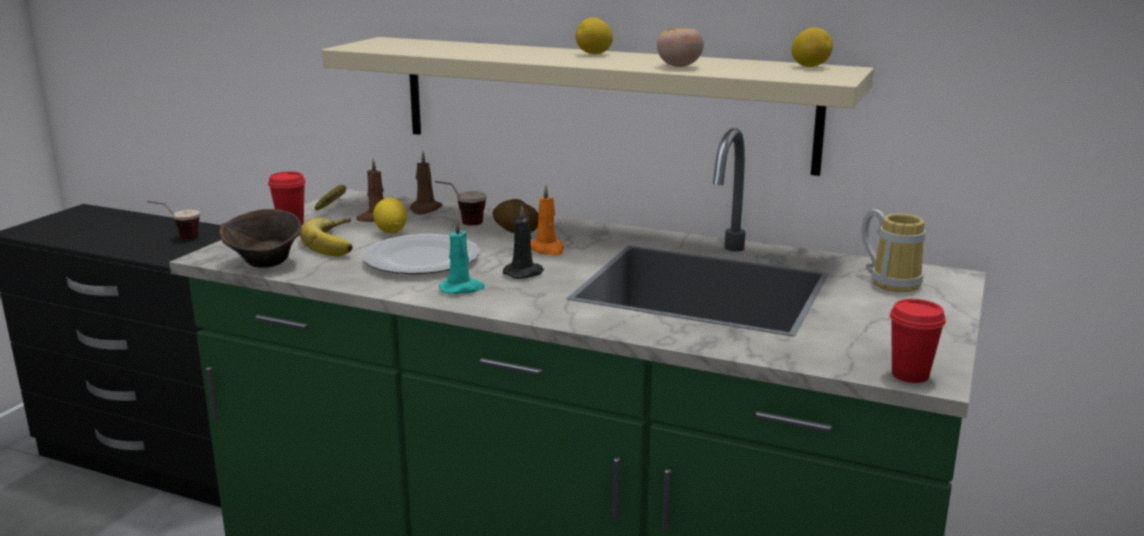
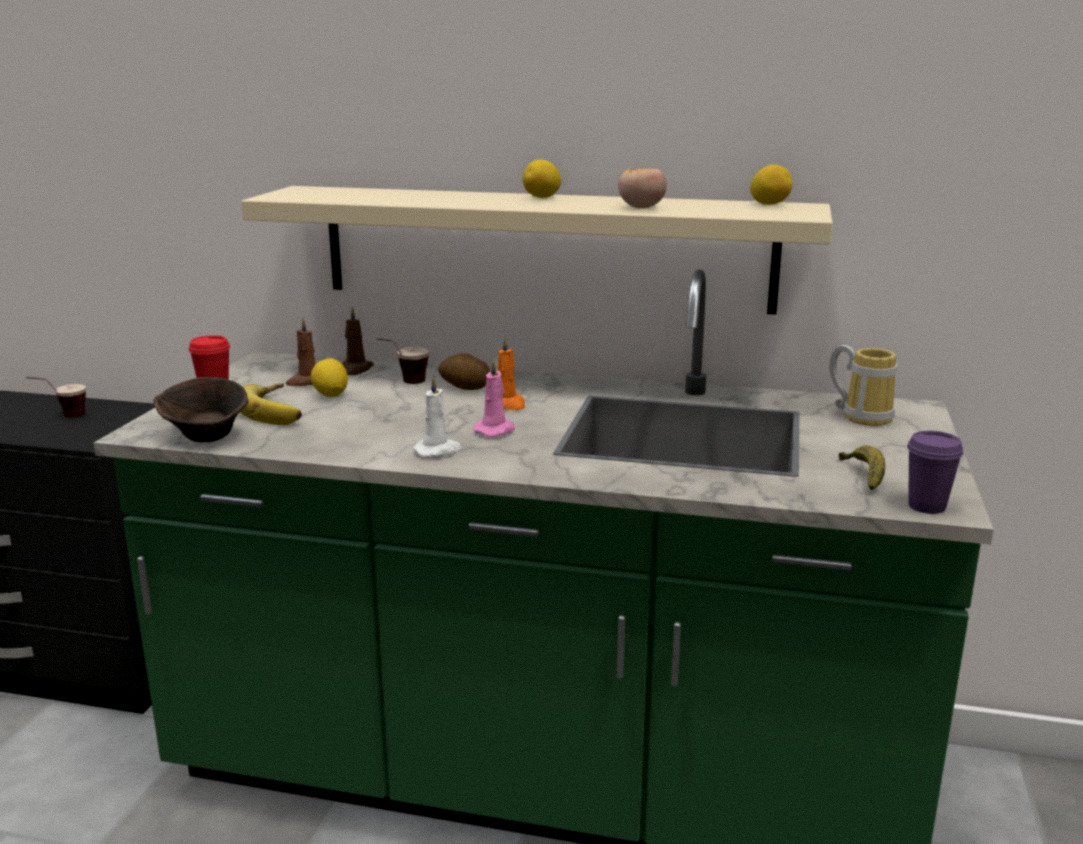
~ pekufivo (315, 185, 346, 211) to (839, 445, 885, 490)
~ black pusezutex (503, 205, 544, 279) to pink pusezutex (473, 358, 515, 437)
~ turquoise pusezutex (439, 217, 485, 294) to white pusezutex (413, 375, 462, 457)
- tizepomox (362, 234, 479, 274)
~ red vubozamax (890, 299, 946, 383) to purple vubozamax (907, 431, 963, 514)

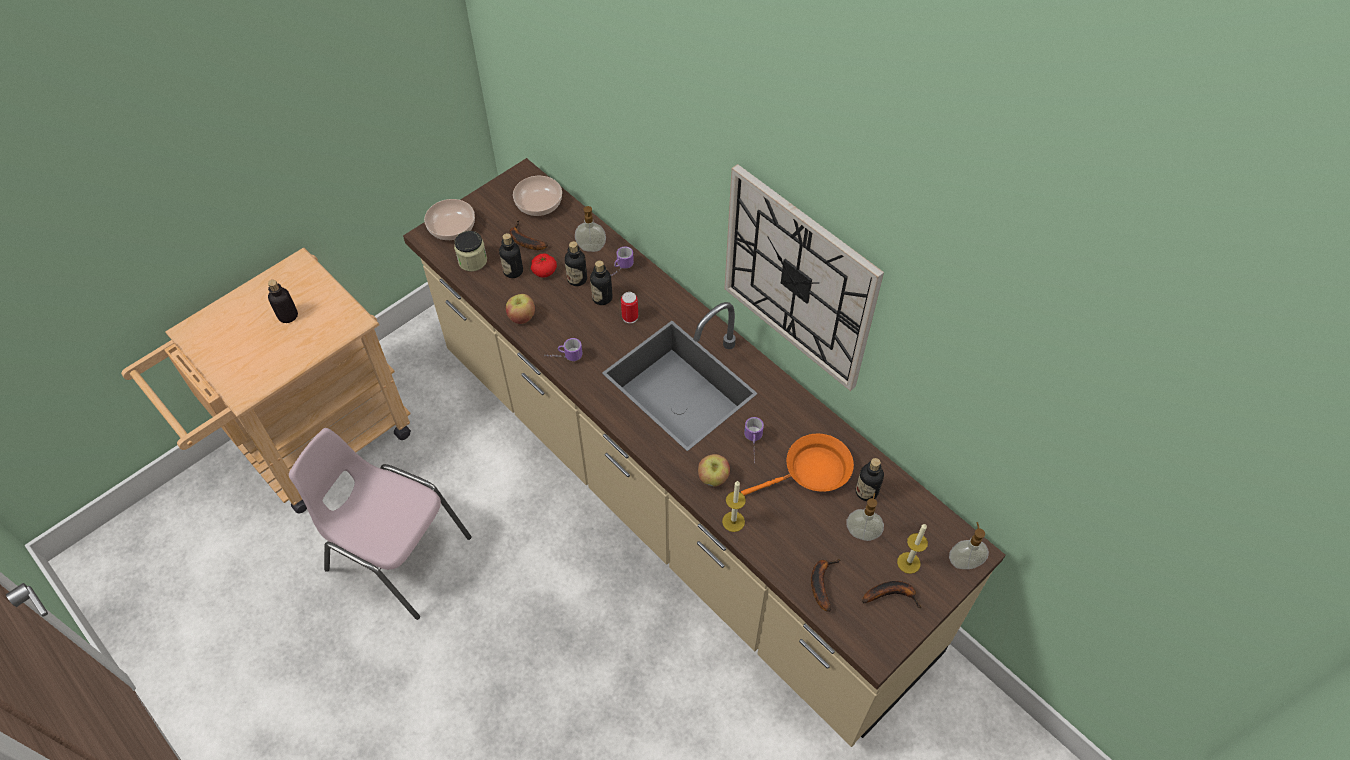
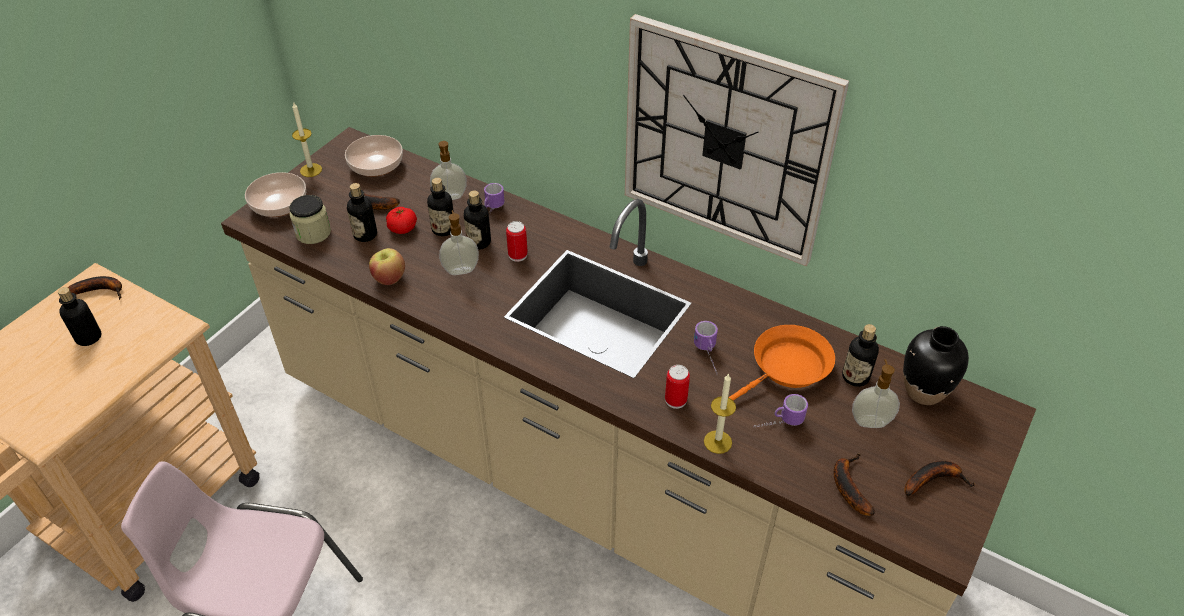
~ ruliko (544, 338, 582, 361) to (753, 394, 808, 428)
~ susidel (698, 454, 730, 487) to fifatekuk (665, 365, 690, 409)
~ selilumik (949, 522, 989, 569) to (439, 210, 479, 275)
~ pusezutex (897, 524, 928, 574) to (292, 103, 322, 177)
+ pekufivo (68, 276, 122, 300)
+ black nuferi (903, 326, 969, 405)

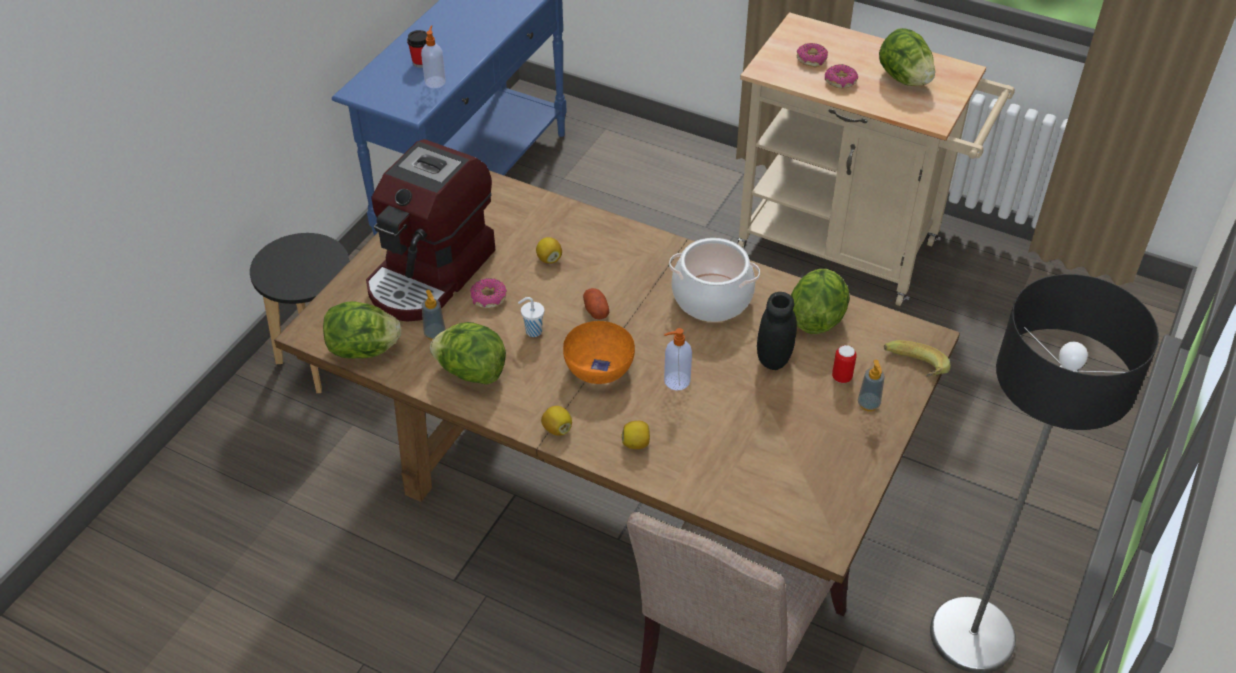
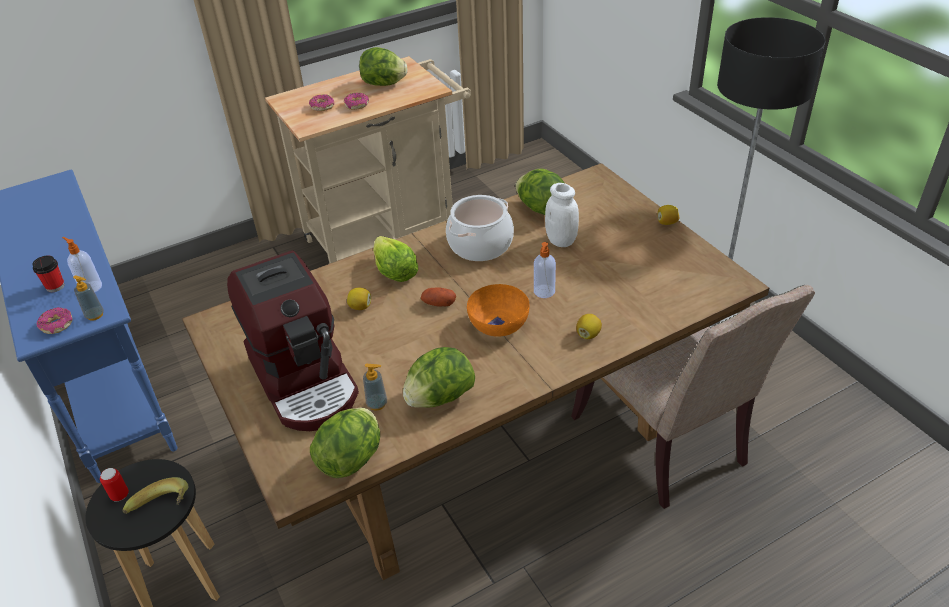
~ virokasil (470, 279, 507, 308) to (37, 307, 73, 334)
~ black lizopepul (757, 292, 797, 370) to white lizopepul (545, 183, 579, 247)
- white vubozamax (518, 297, 544, 337)
~ pekufivo (884, 340, 951, 377) to (123, 477, 188, 514)
~ fifatekuk (832, 345, 857, 383) to (100, 468, 129, 502)
~ selilumik (858, 360, 885, 411) to (73, 275, 104, 321)
~ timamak (541, 406, 572, 436) to (658, 205, 679, 225)
+ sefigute (373, 236, 418, 282)

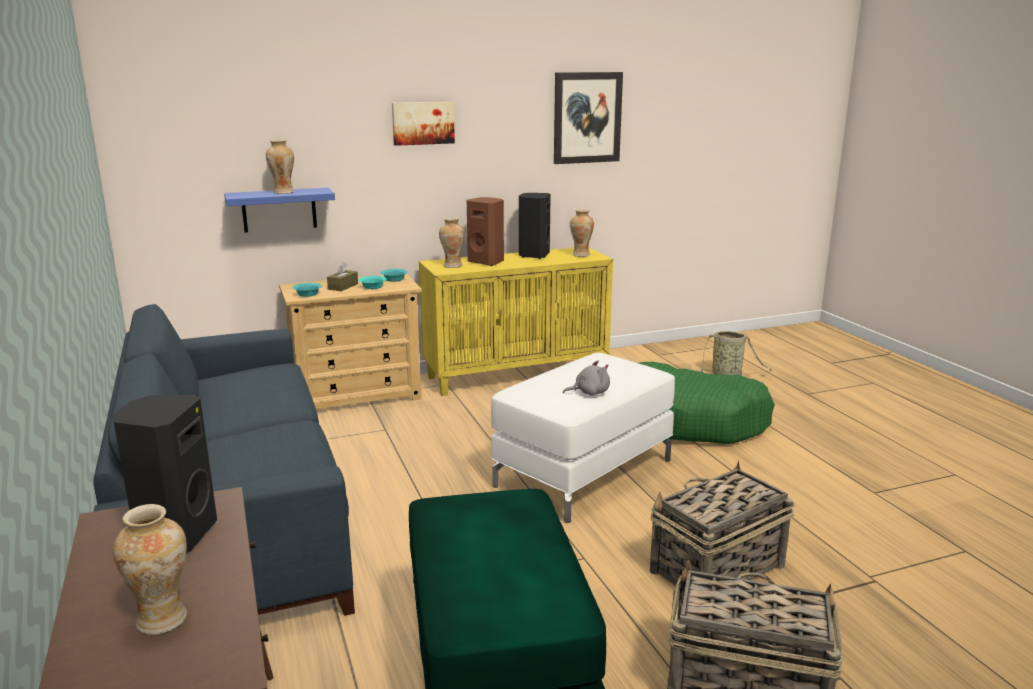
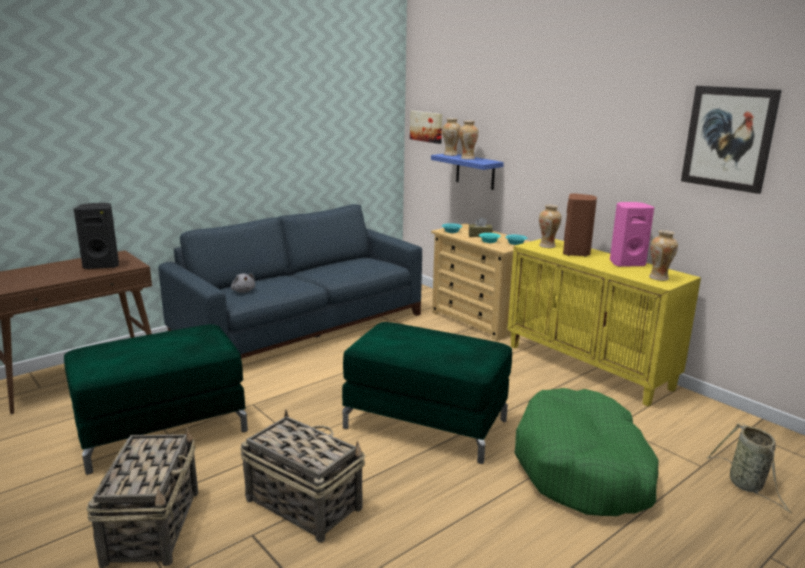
~ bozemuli (392, 102, 455, 146) to (410, 111, 442, 144)
~ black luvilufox (519, 193, 551, 259) to pink luvilufox (610, 202, 654, 267)
~ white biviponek (491, 353, 675, 523) to green biviponek (342, 322, 512, 464)
~ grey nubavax (563, 360, 610, 395) to (231, 273, 255, 293)
~ nuferi (113, 504, 187, 635) to (442, 118, 461, 156)

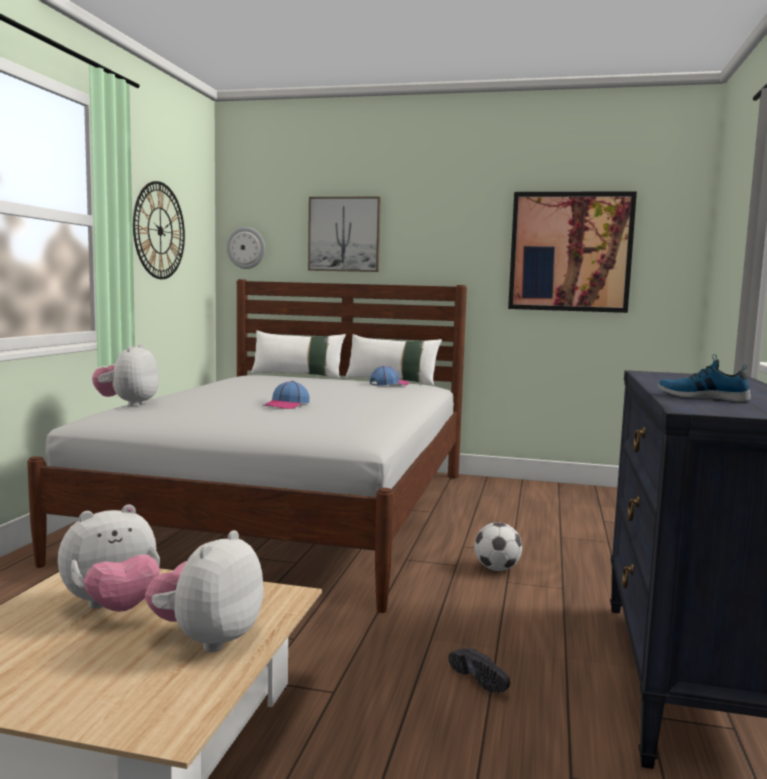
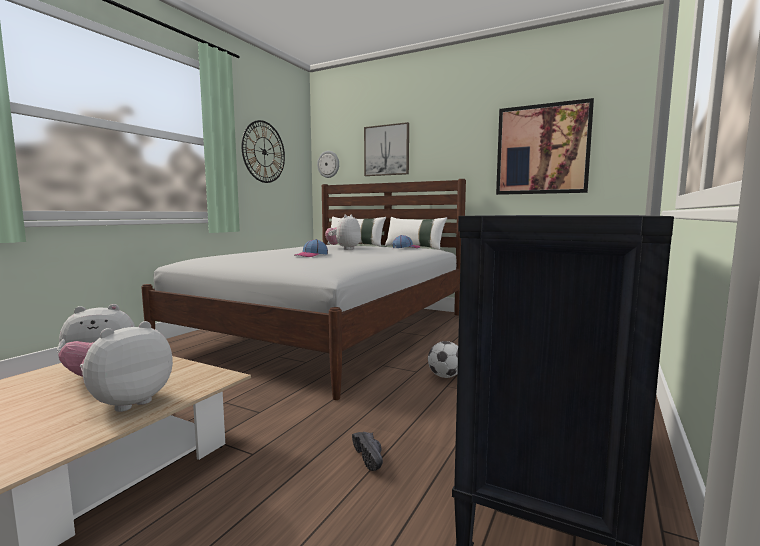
~ nubavax (92, 344, 159, 407) to (325, 215, 361, 250)
- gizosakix (658, 354, 751, 402)

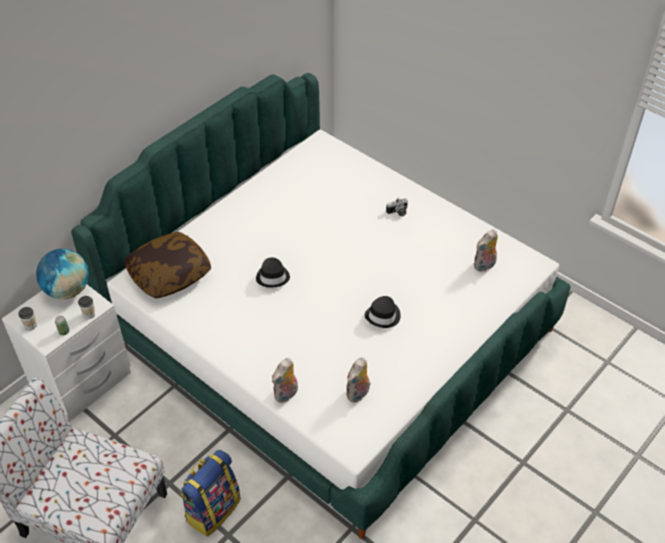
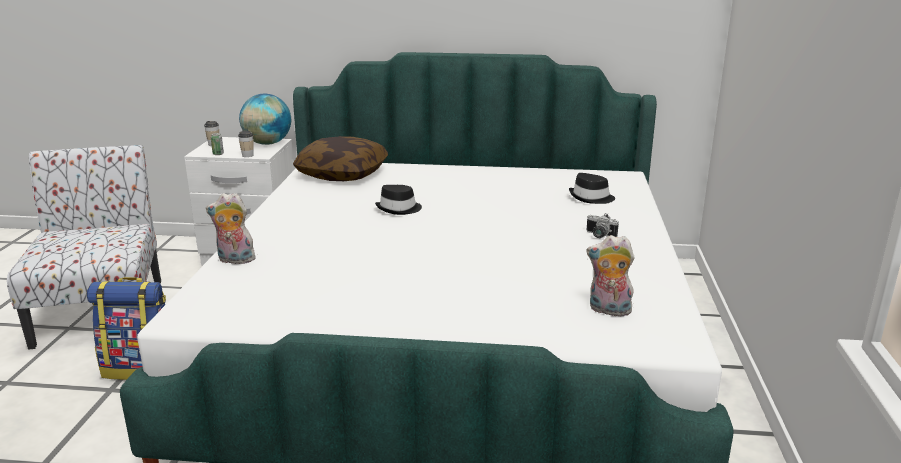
~ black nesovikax (364, 296, 401, 328) to (569, 173, 615, 204)
- nubavax (346, 357, 371, 403)

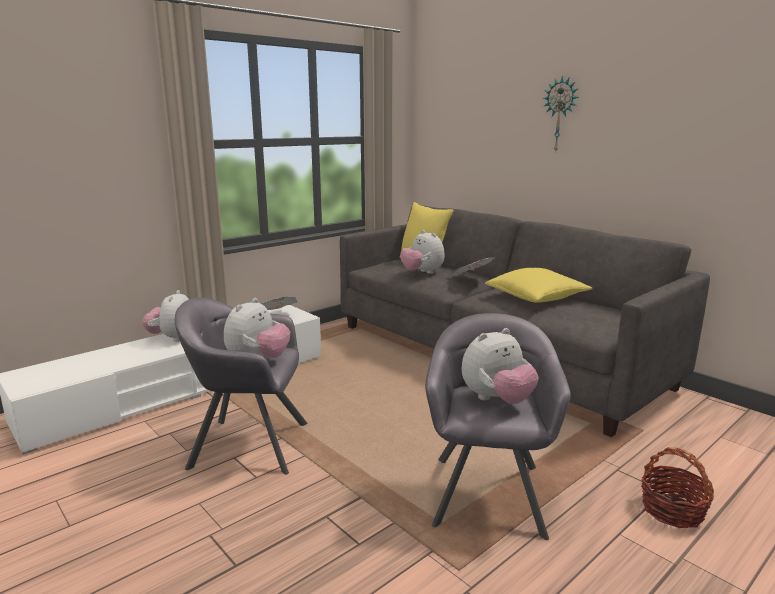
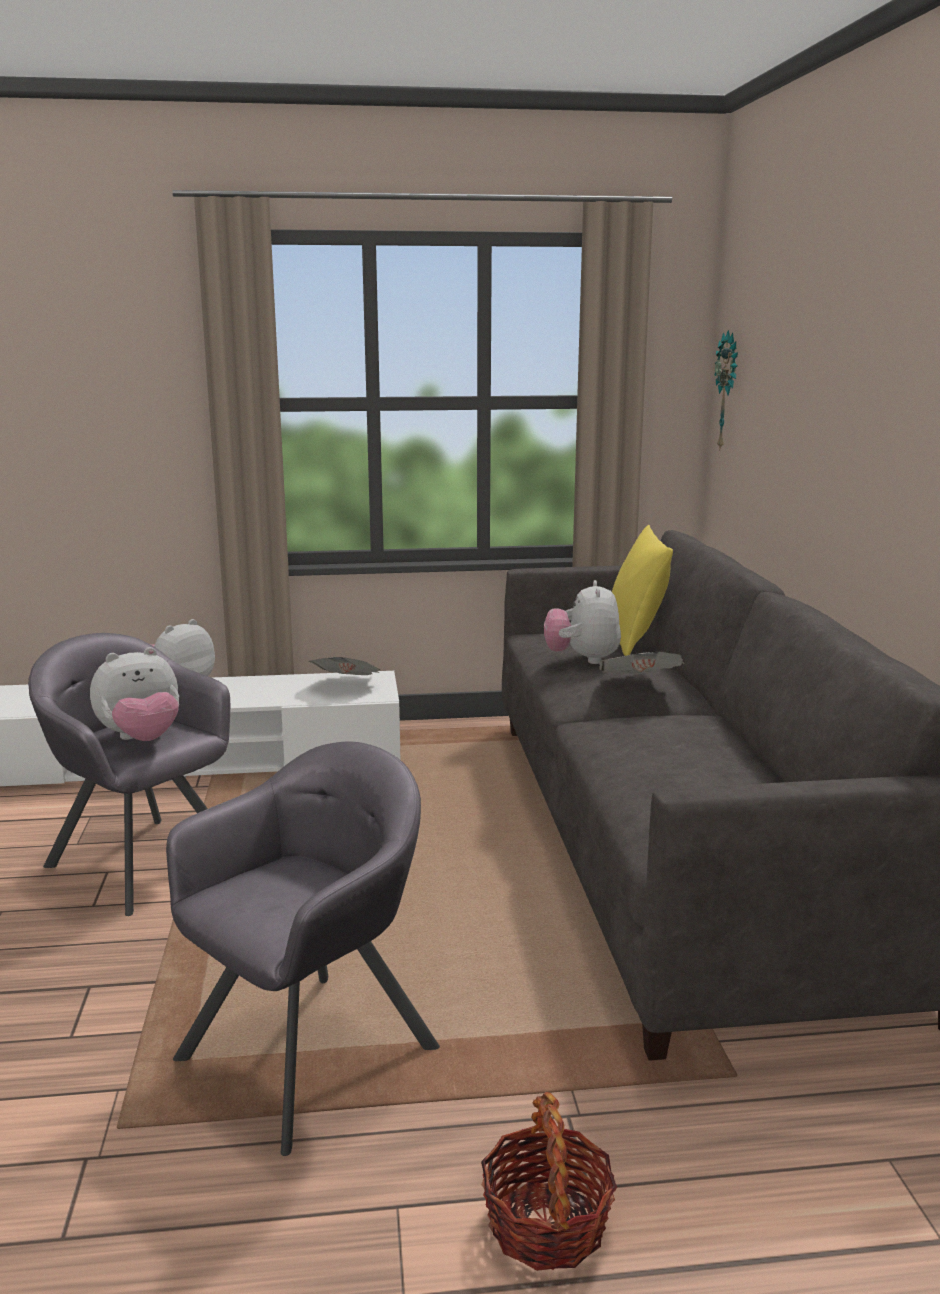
~ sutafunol (543, 76, 579, 153) to (715, 330, 738, 448)
- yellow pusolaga (485, 268, 593, 303)
- nubavax (462, 328, 539, 404)

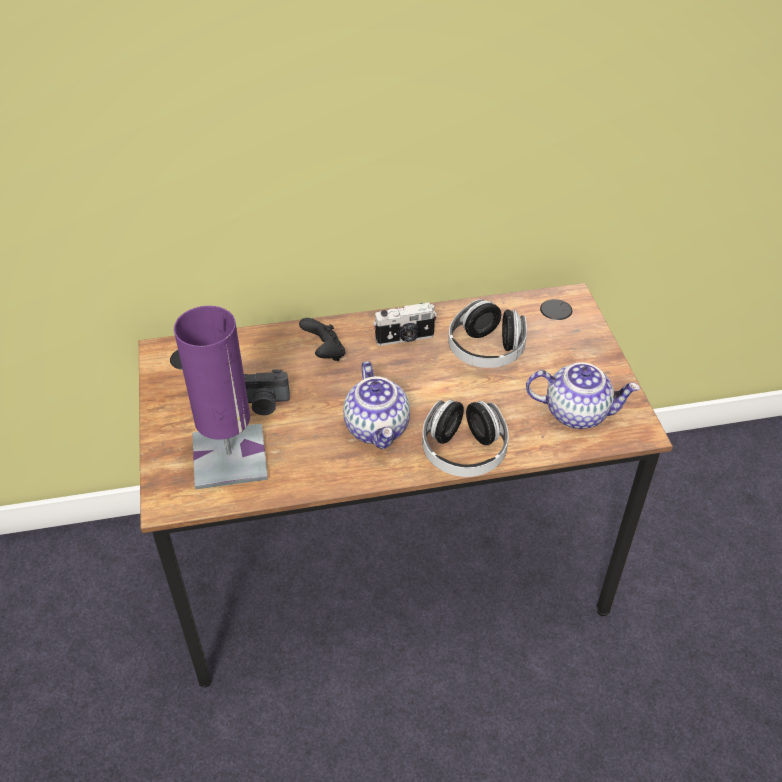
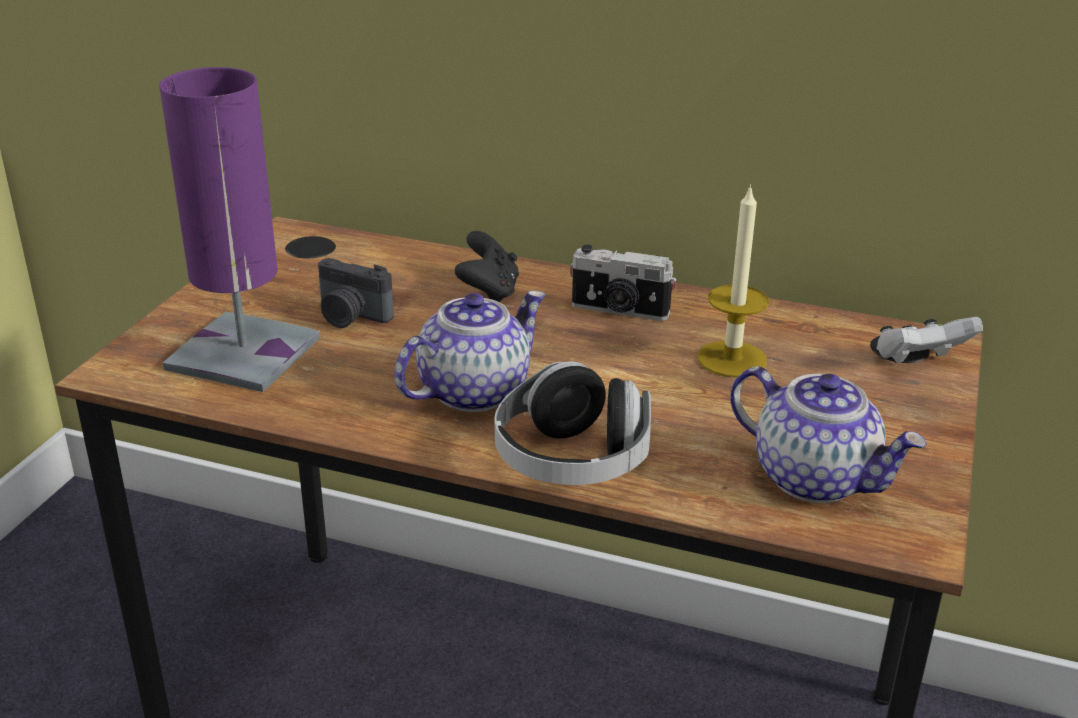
~ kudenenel (448, 300, 527, 368) to pusezutex (698, 184, 769, 377)
~ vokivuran (343, 361, 410, 449) = (394, 291, 546, 412) 150 degrees counterclockwise
+ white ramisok (876, 317, 983, 363)

